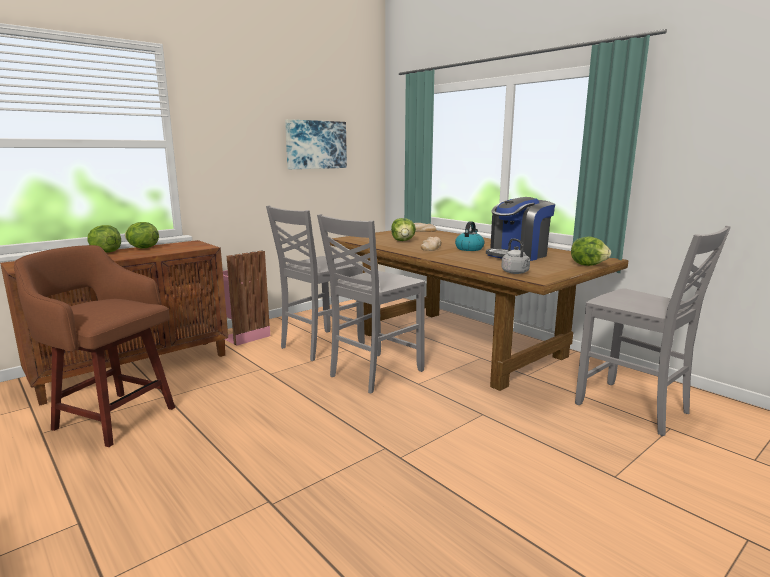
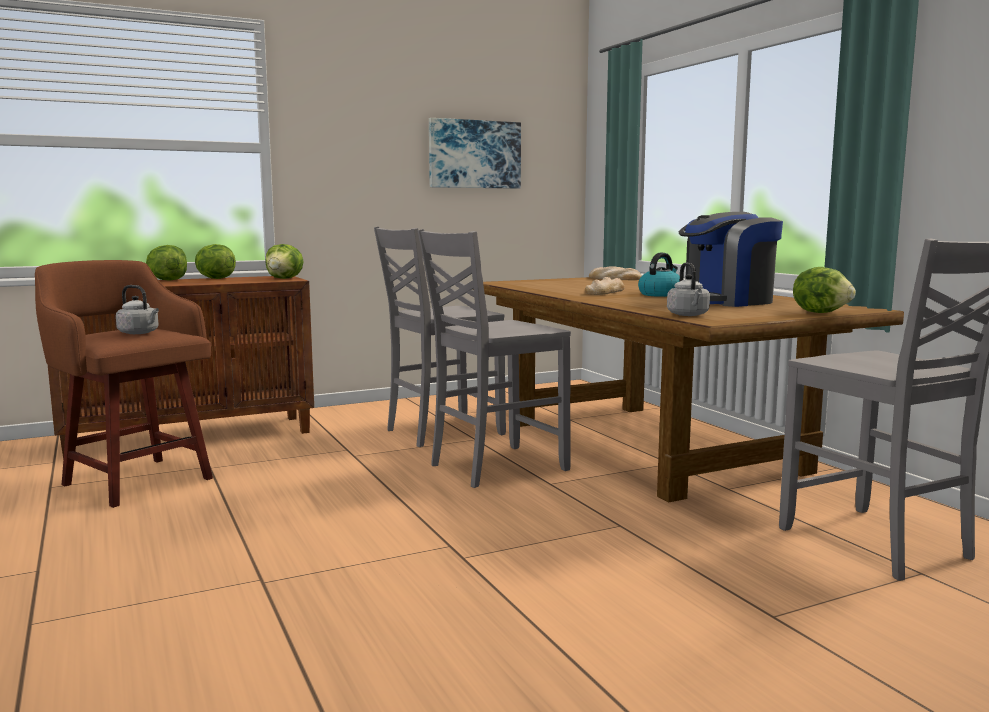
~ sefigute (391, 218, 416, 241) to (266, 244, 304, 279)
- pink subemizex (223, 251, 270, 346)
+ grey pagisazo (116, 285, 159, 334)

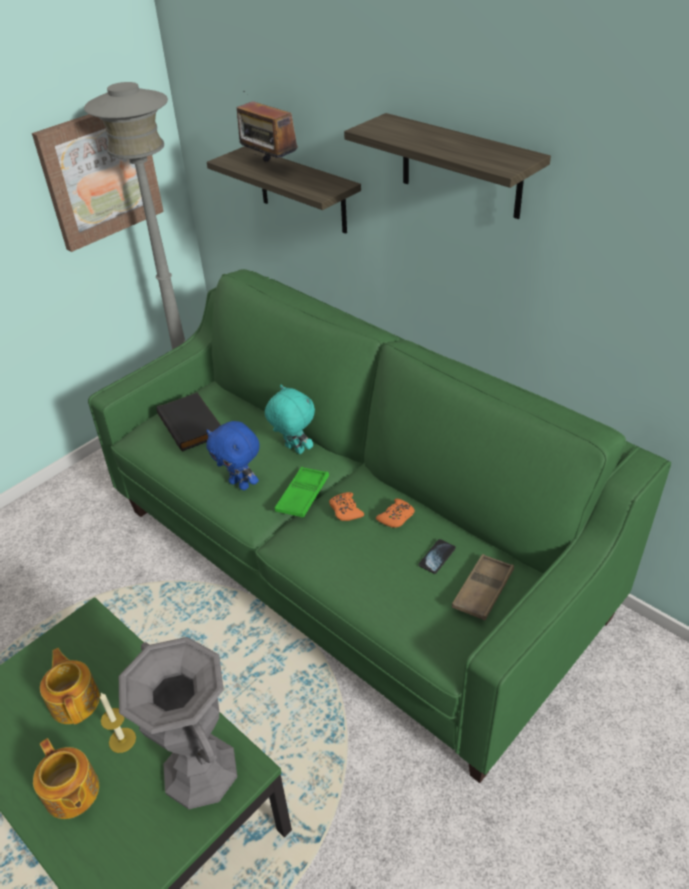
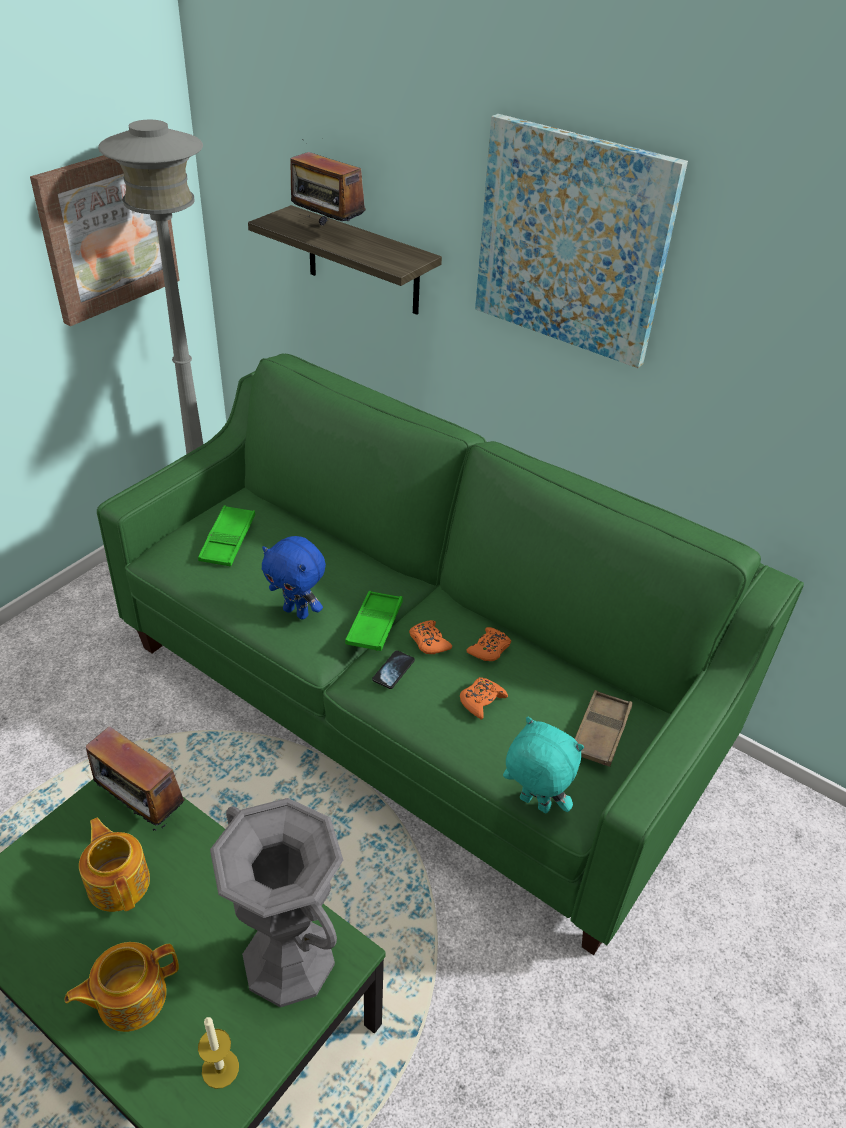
~ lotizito (344, 113, 551, 219) to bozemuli (475, 114, 688, 368)
~ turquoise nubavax (265, 385, 315, 454) to (503, 717, 584, 813)
~ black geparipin (157, 392, 221, 452) to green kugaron (198, 505, 255, 567)
~ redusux (419, 539, 456, 574) to (372, 650, 415, 689)
~ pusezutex (100, 693, 136, 753) to (198, 1017, 239, 1089)
~ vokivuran (33, 738, 99, 819) = (65, 942, 179, 1032) 105 degrees clockwise
+ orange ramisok (460, 677, 508, 719)
+ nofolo (86, 726, 185, 833)

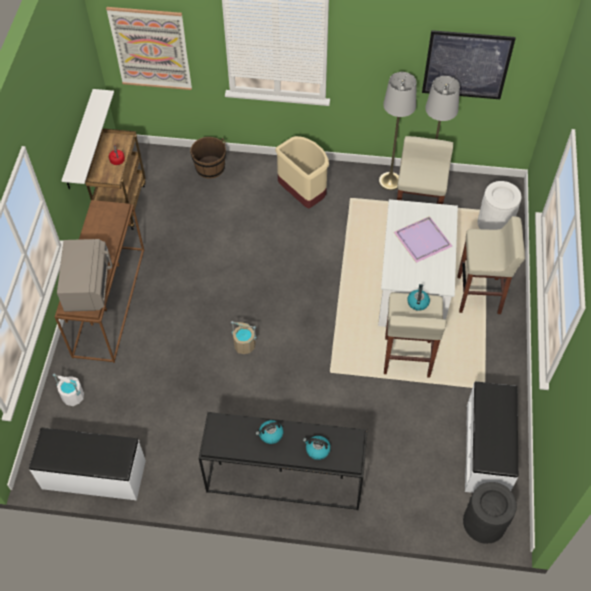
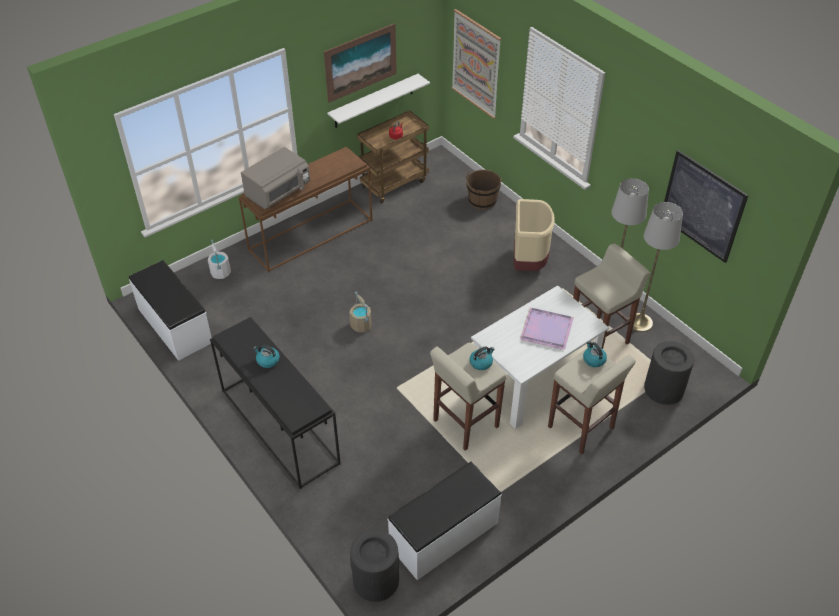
~ white subemizex (477, 181, 521, 230) to black subemizex (644, 341, 694, 405)
~ pagisazo (303, 436, 331, 460) to (583, 341, 607, 367)
+ bozemuli (324, 23, 397, 103)

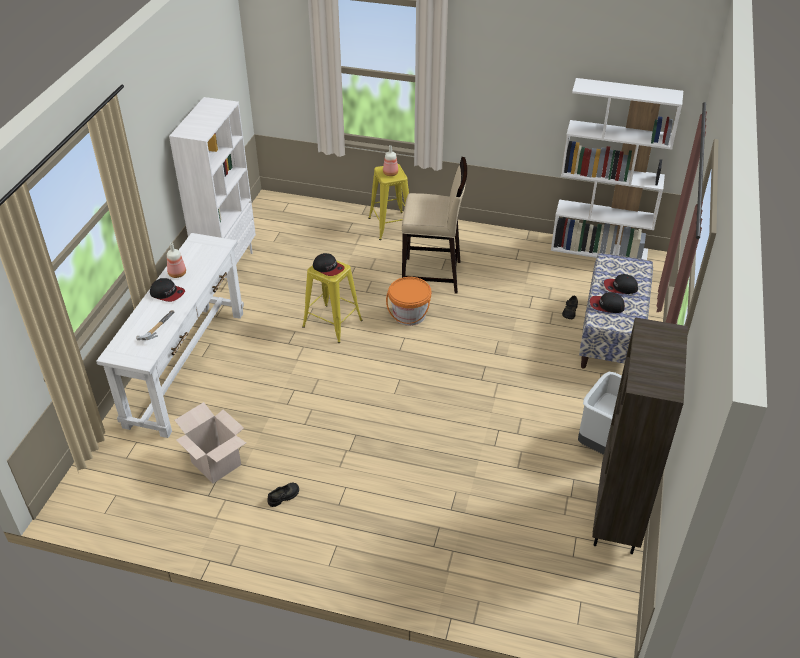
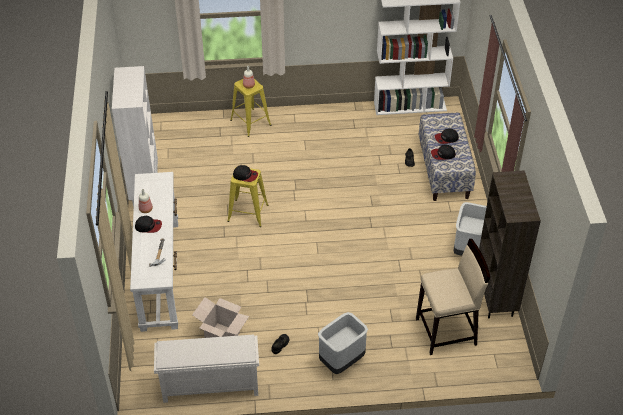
~ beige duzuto (402, 157, 467, 294) to (416, 239, 490, 355)
- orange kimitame (386, 277, 431, 326)
+ grey subemizex (318, 312, 368, 374)
+ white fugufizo (154, 335, 259, 403)

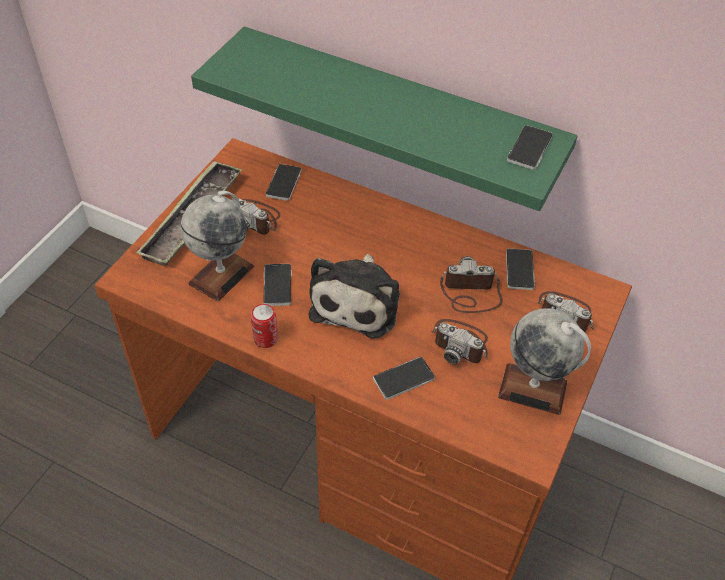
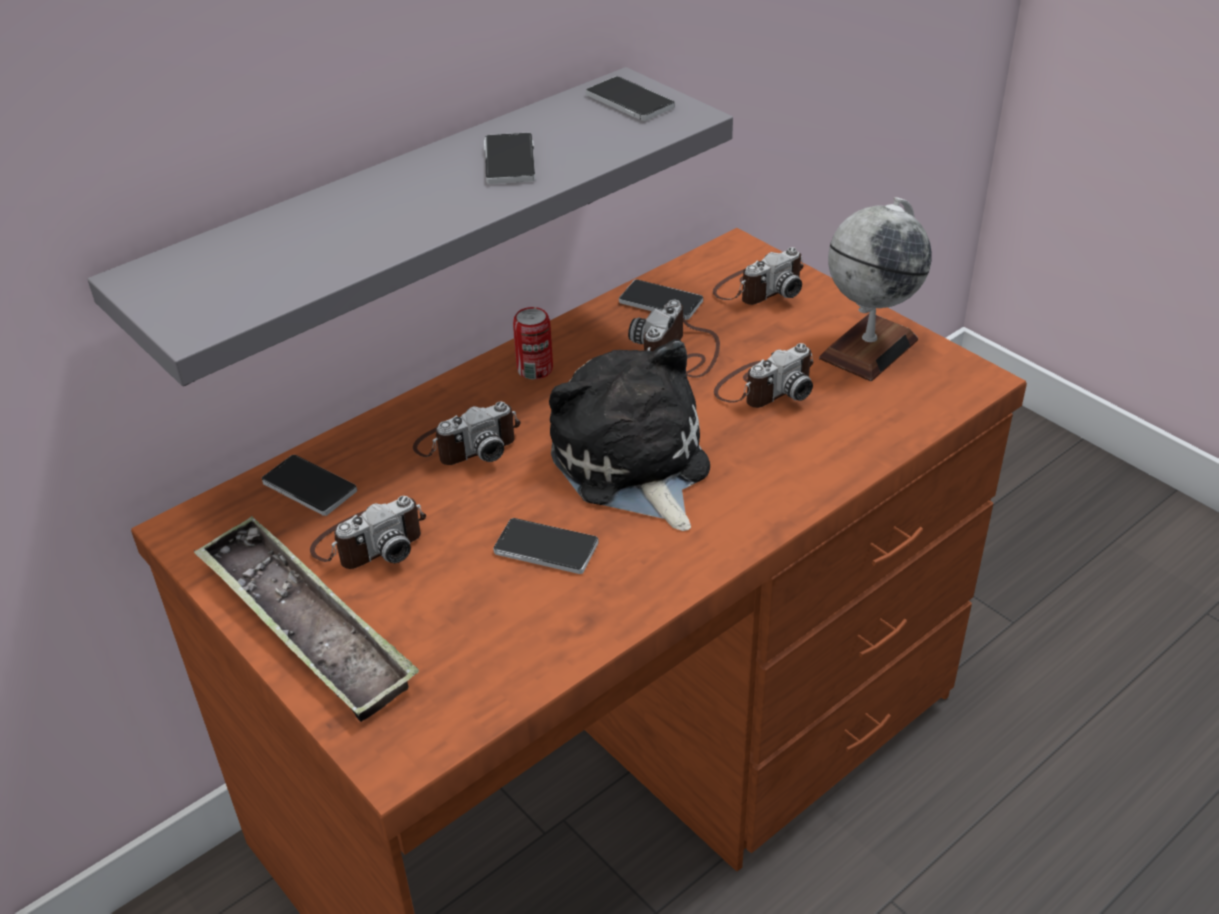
~ green lotizito (191, 27, 578, 211) to grey lotizito (87, 67, 733, 387)
- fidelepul (181, 191, 254, 301)
~ nubavax (309, 254, 400, 338) = (549, 339, 710, 531) 150 degrees counterclockwise
~ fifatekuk (251, 304, 278, 348) to (513, 307, 553, 379)
~ redusux (373, 357, 435, 400) to (484, 133, 535, 184)
+ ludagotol (413, 402, 521, 465)

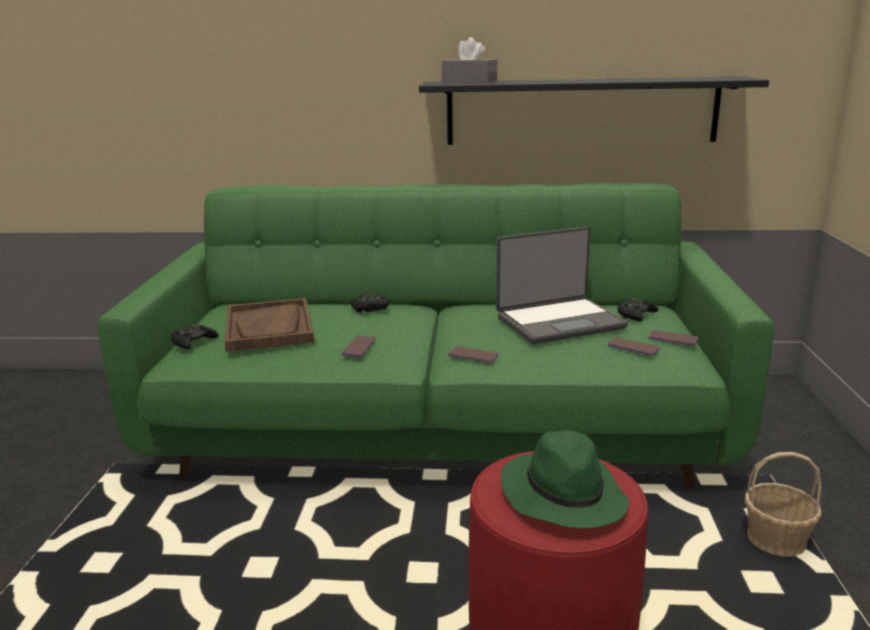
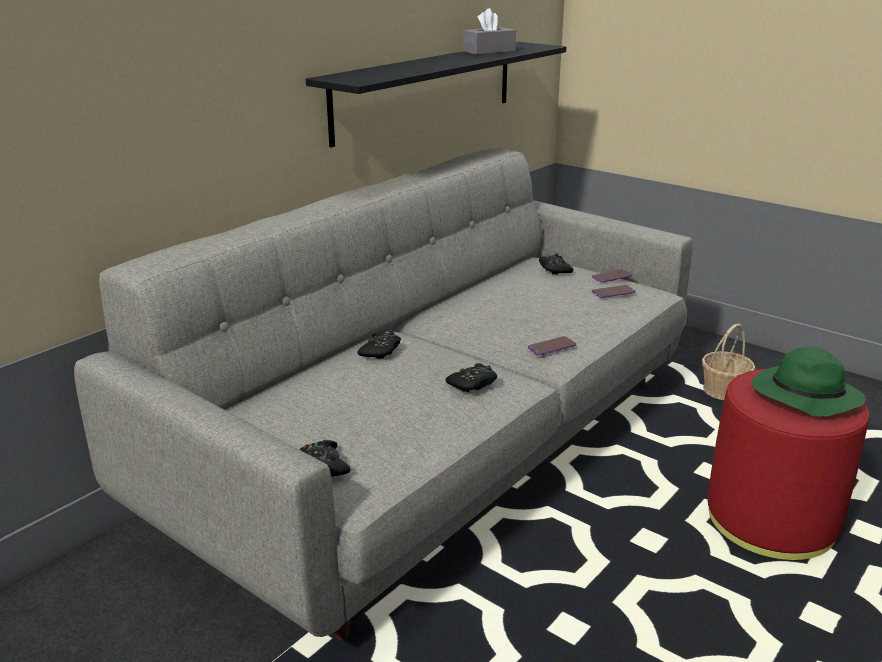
~ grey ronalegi (442, 37, 497, 84) to (463, 8, 516, 55)
~ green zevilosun (98, 183, 774, 488) to grey zevilosun (74, 148, 693, 640)
- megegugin (496, 227, 628, 344)
- brown kugaron (224, 298, 314, 352)
~ redusux (342, 336, 376, 356) to black ramisok (446, 363, 497, 392)

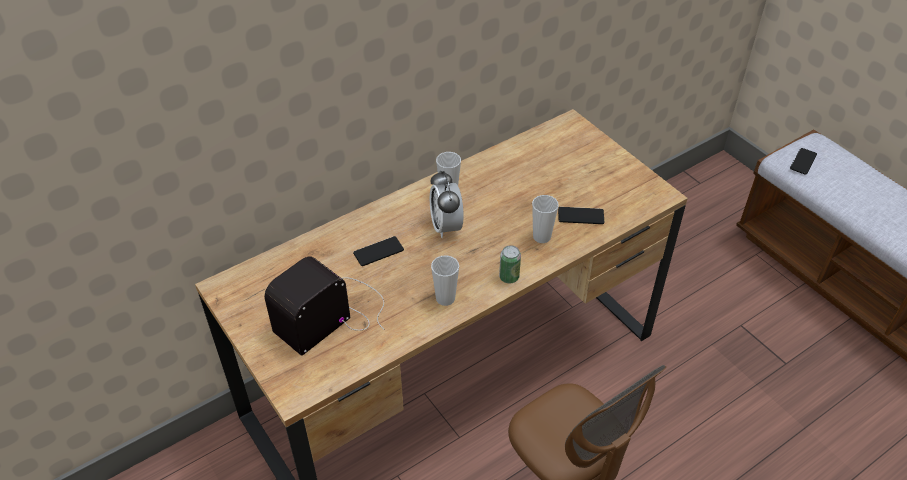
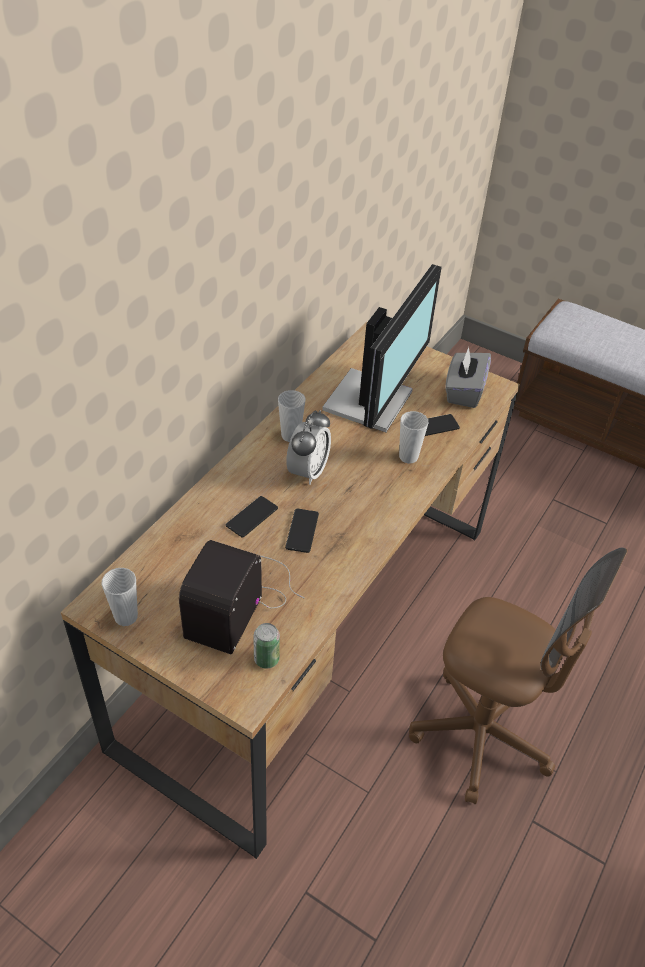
~ redusux (790, 148, 817, 175) to (285, 509, 319, 553)
~ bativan (430, 170, 464, 238) = (286, 410, 331, 485) 120 degrees counterclockwise
~ fifatekuk (499, 245, 521, 283) to (253, 623, 280, 669)
~ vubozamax (431, 255, 459, 306) to (101, 568, 138, 626)
+ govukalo (322, 264, 442, 432)
+ grey ronalegi (445, 347, 491, 408)

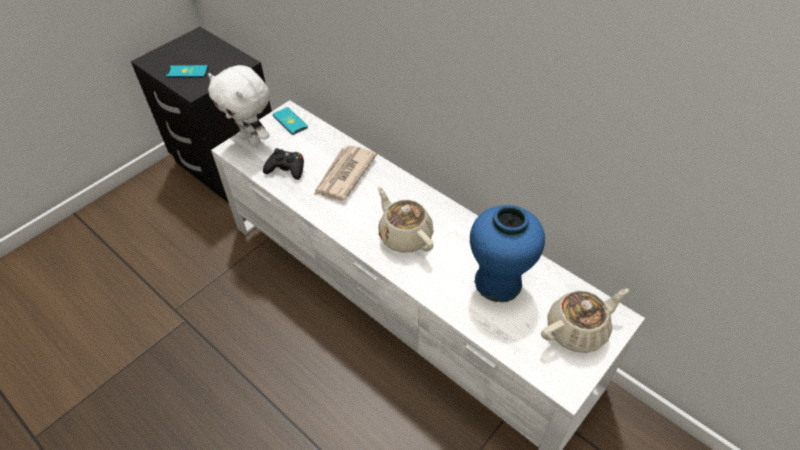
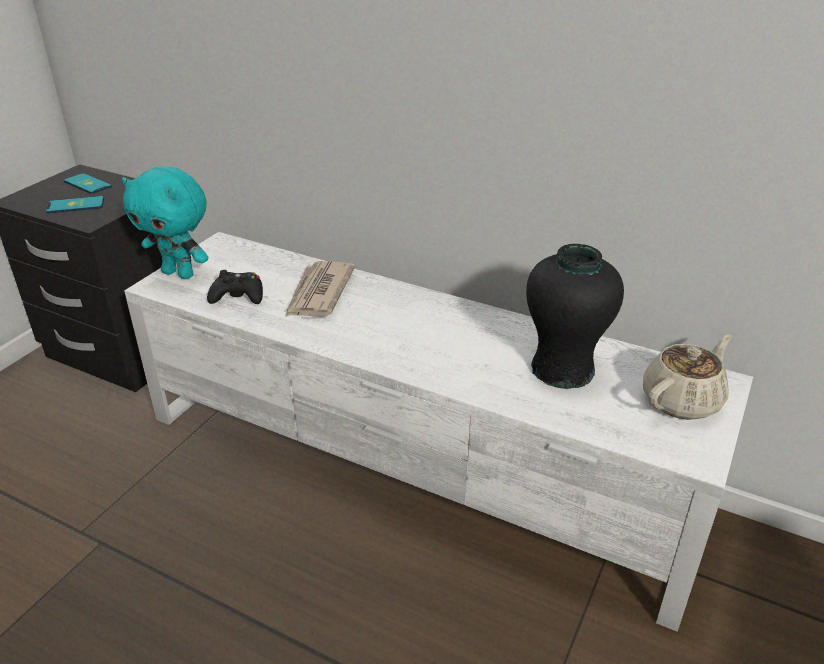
~ white nubavax (208, 65, 270, 146) to turquoise nubavax (122, 167, 209, 279)
~ redusux (273, 107, 308, 135) to (64, 173, 112, 194)
- beige vokivuran (377, 187, 434, 253)
~ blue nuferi (470, 205, 545, 302) to black nuferi (526, 244, 624, 389)

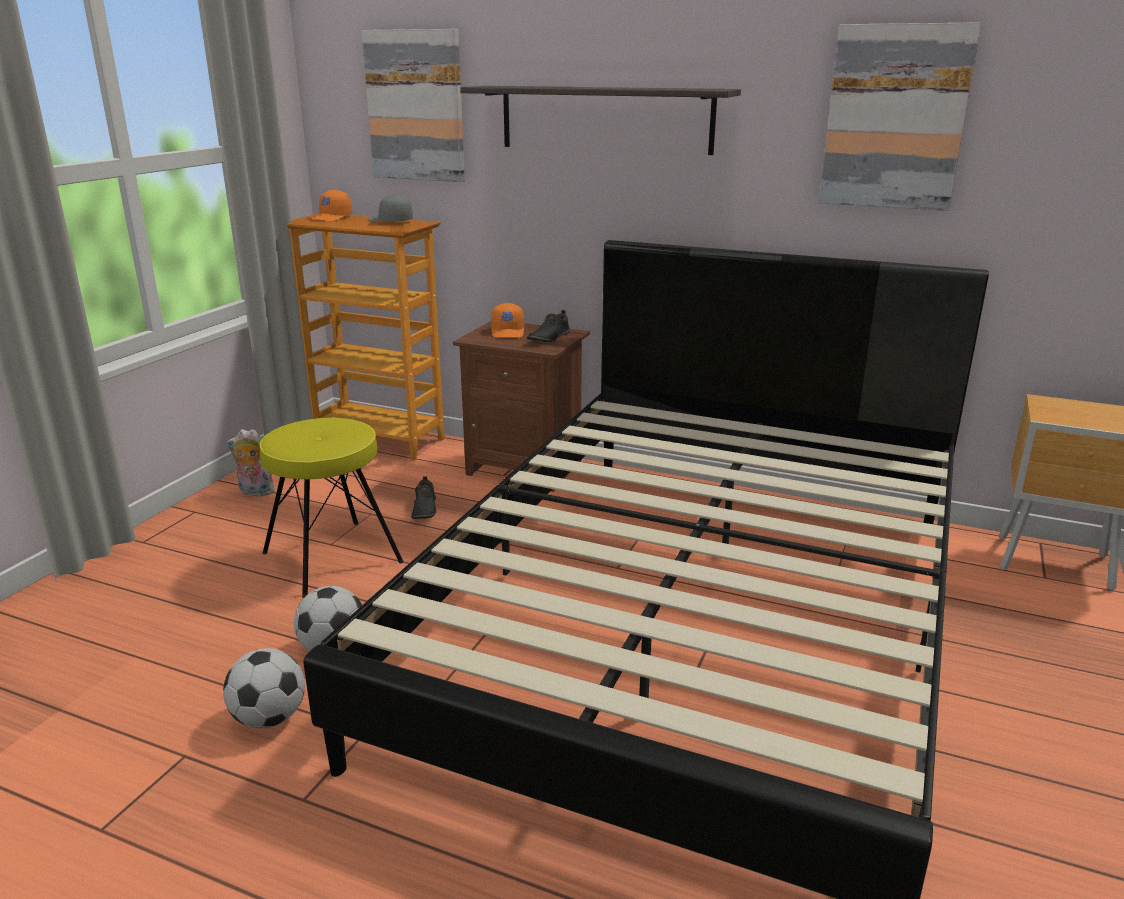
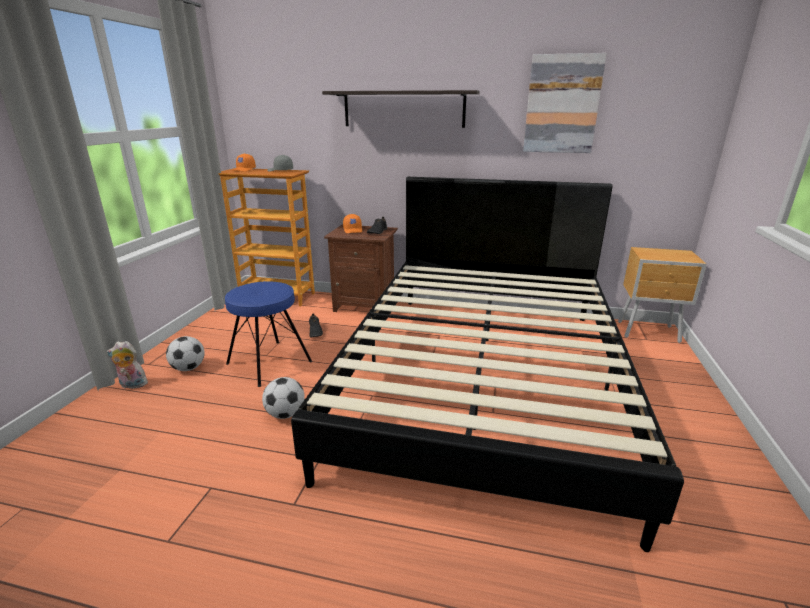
- bozemuli (362, 29, 465, 182)
~ yellow duzuto (259, 417, 404, 598) to blue duzuto (225, 281, 312, 387)
~ nubavax (227, 429, 275, 496) to (106, 341, 148, 389)
~ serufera (223, 648, 305, 729) to (166, 336, 205, 371)

